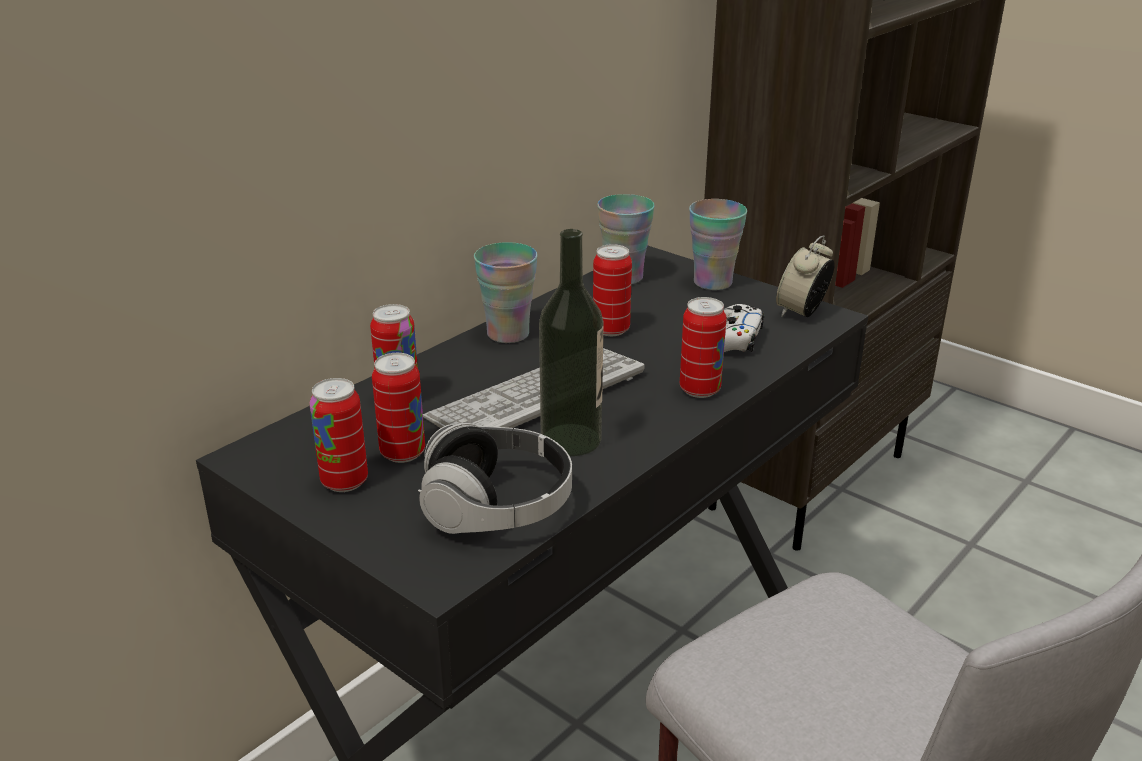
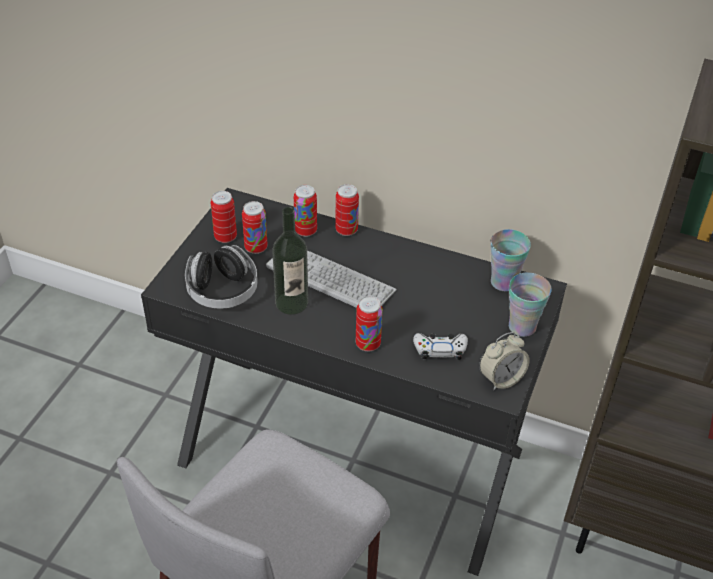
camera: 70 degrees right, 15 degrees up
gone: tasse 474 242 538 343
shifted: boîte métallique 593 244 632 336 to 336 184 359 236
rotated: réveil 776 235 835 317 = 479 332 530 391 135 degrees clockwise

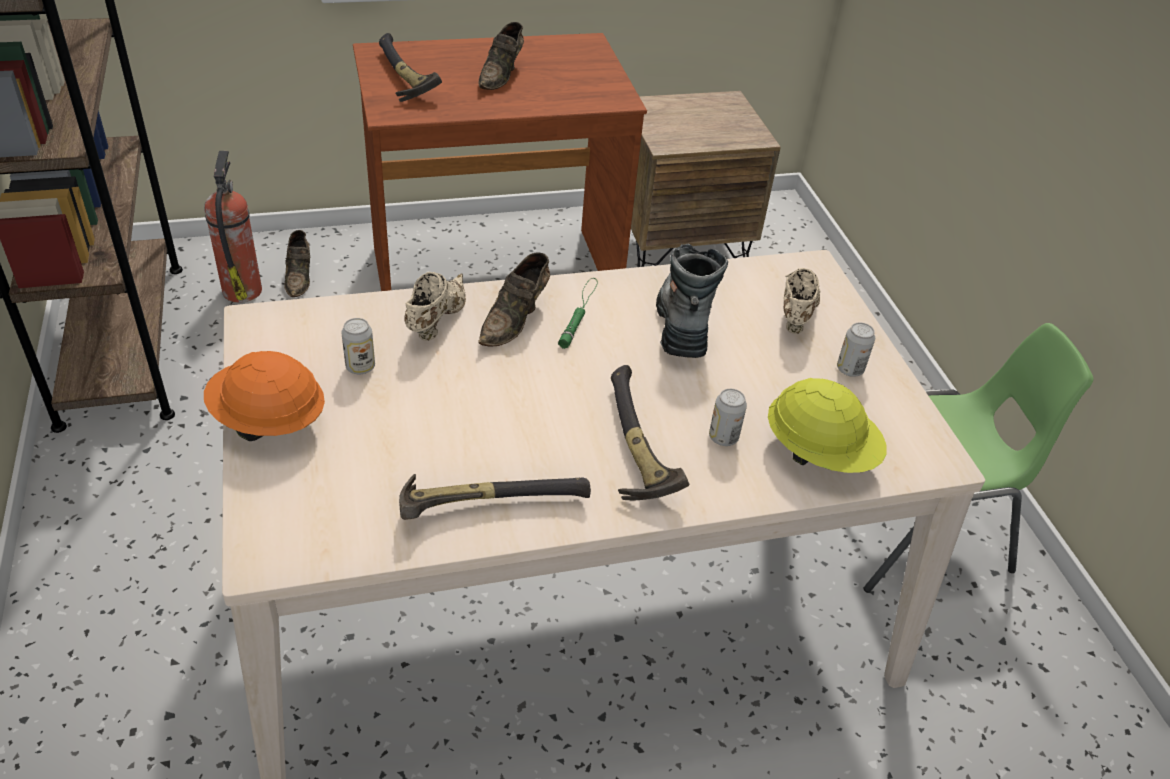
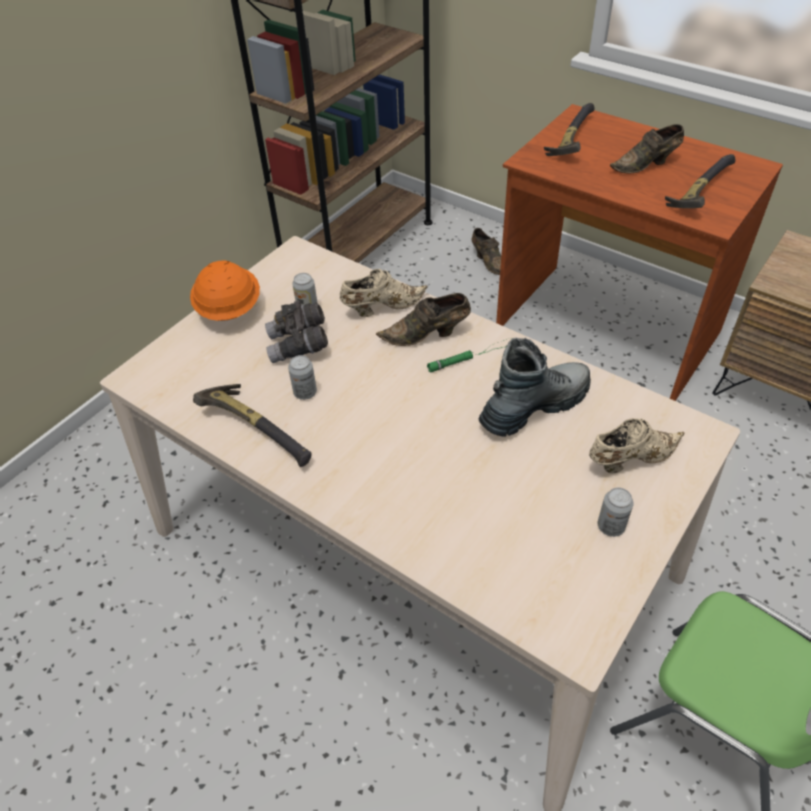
camera: 55 degrees right, 5 degrees up
gone: extincteur 204 151 262 303; casque de chantier/jaune 768 378 887 473
new: jumelles/gris 265 301 328 363
shifted: marteau 611 365 689 500 to 665 154 736 208; boîte métallique 709 389 747 446 to 288 355 317 400
rotated: chaussure/marron 284 230 311 297 = 471 228 501 275 75 degrees counterclockwise

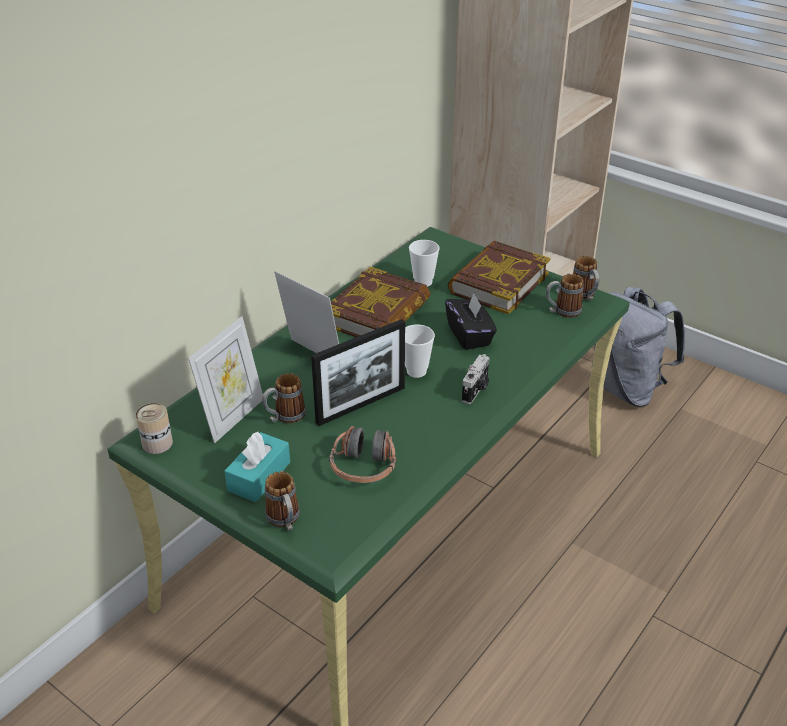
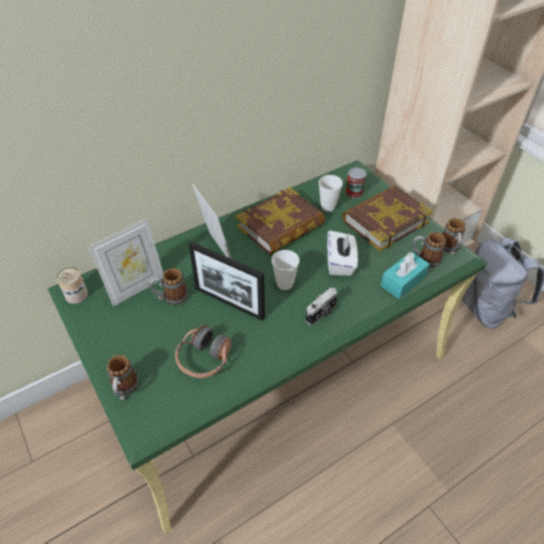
camera: 20 degrees right, 10 degrees up
new: boîte métallique 346 168 366 198
shifted: boîte à mouchoirs/turquoise 224 432 290 502 to 381 252 430 299
repainted: boîte à mouchoirs/noir 445 293 497 350 to boîte à mouchoirs/blanc 327 230 358 276
rotated: cadre photo 311 319 405 426 = 189 242 265 321 45 degrees clockwise

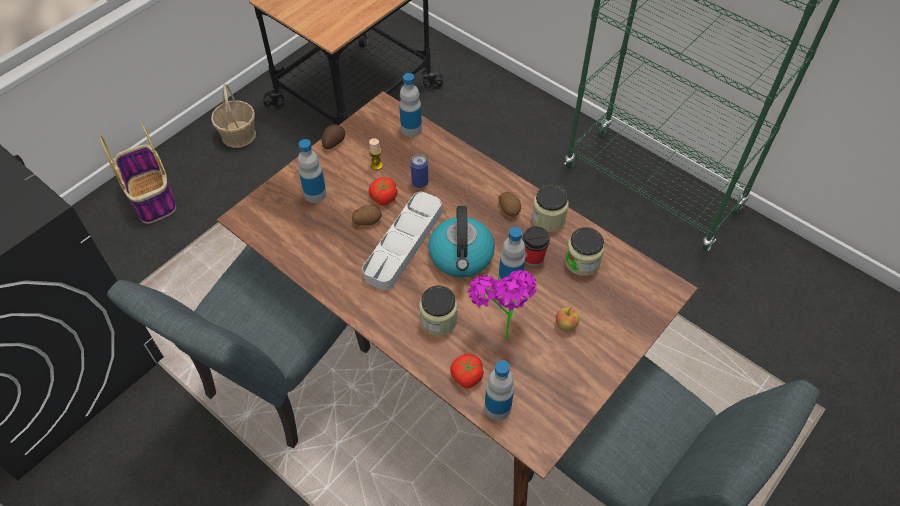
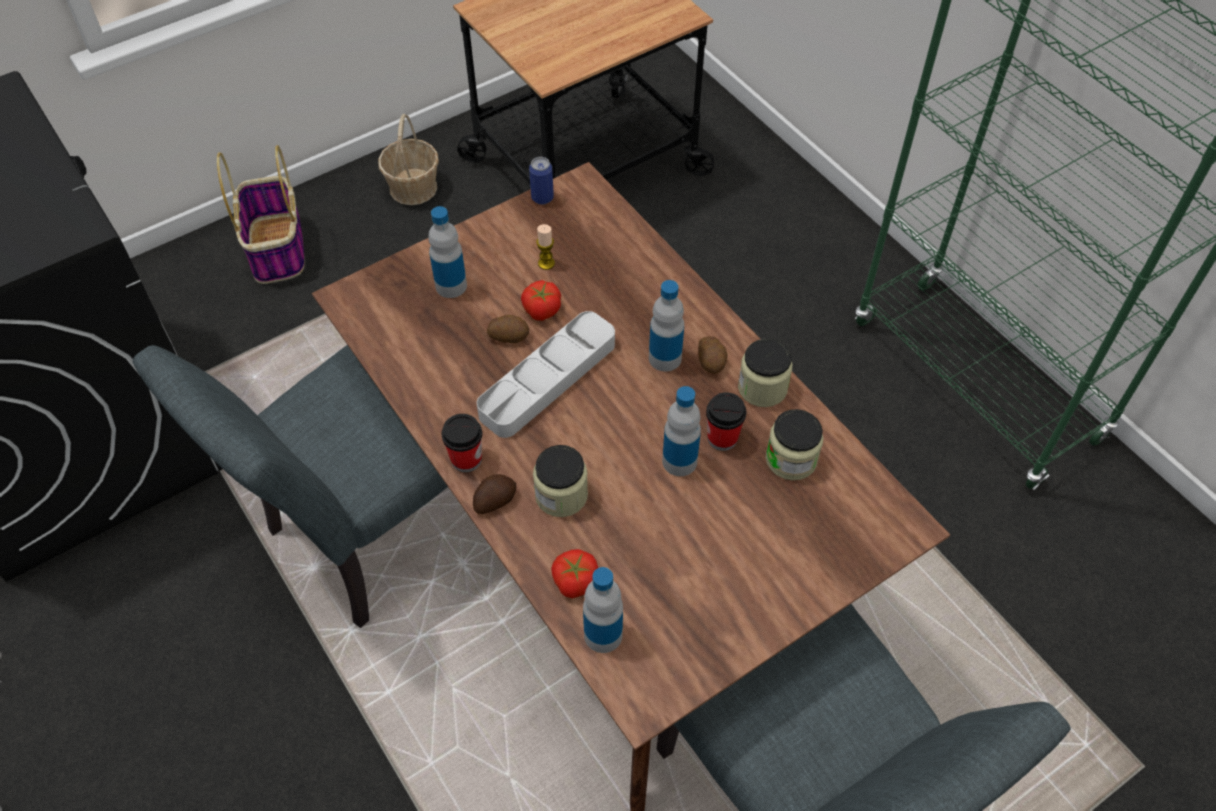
camera: 15 degrees right, 0 degrees up
gone: bouilloire 428 206 495 277; plante en pot 468 270 537 340; pomme 556 307 579 331
new: tasse 441 414 482 472
shifted: pomme de terre 322 124 345 149 to 473 474 516 514; bouteille 399 73 422 137 to 649 280 684 372; boîte métallique 411 154 428 188 to 529 157 554 205

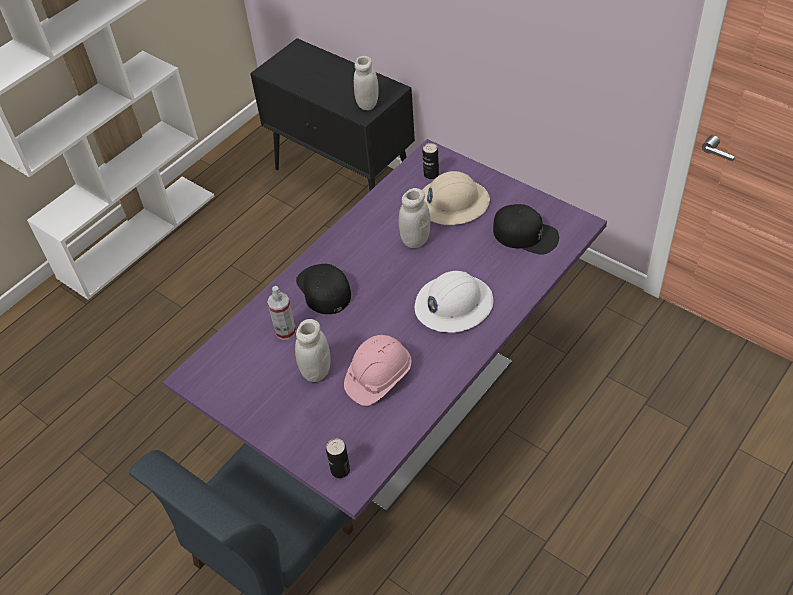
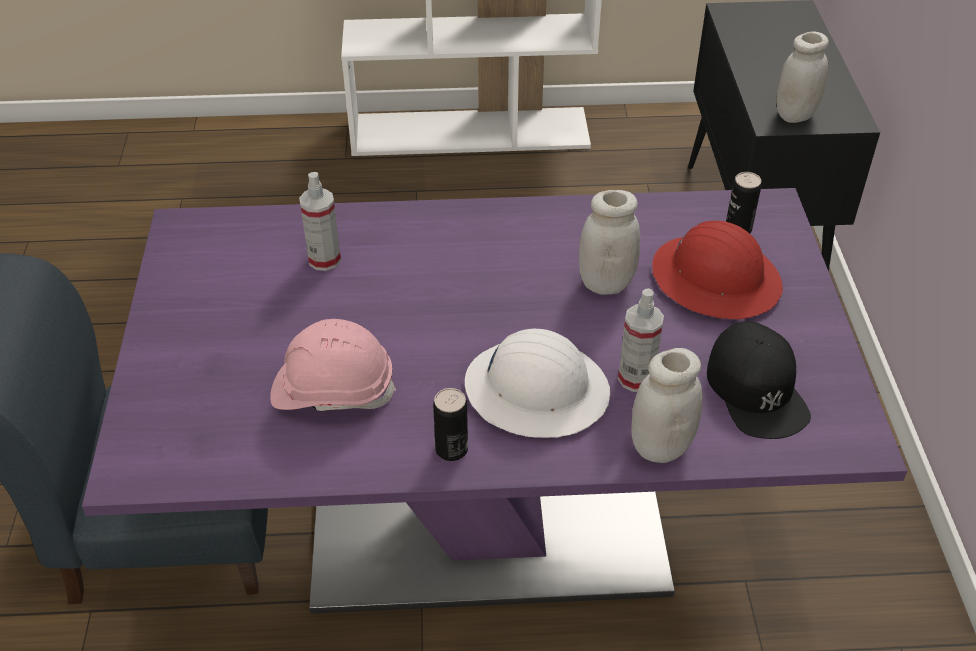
camera: 45 degrees right, 5 degrees down
gone: casquette/noir 296 264 351 314
new: vaporisateur 618 288 664 392
shifted: bocal/blanc 295 319 330 382 to 631 348 703 463; boîte métallique 326 439 350 478 to 433 388 468 461
repainted: casque de chantier/beige 423 171 490 225 to casque de chantier/rouge 652 221 783 319

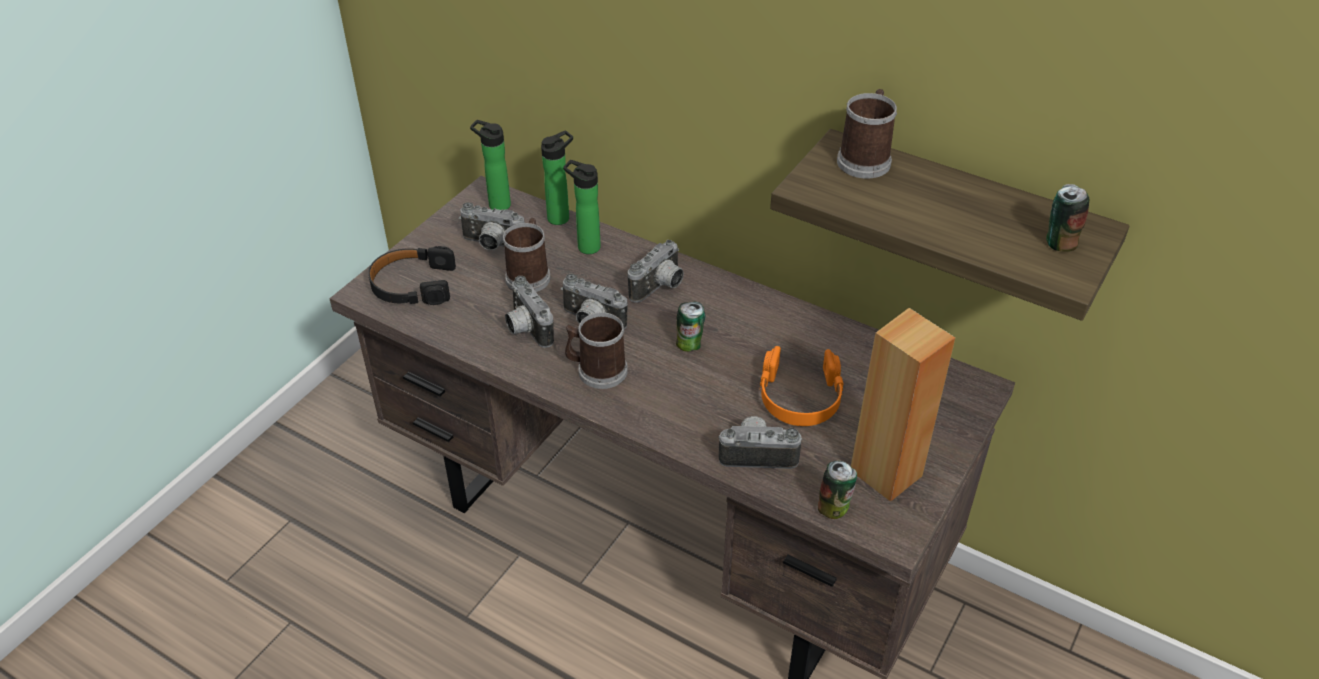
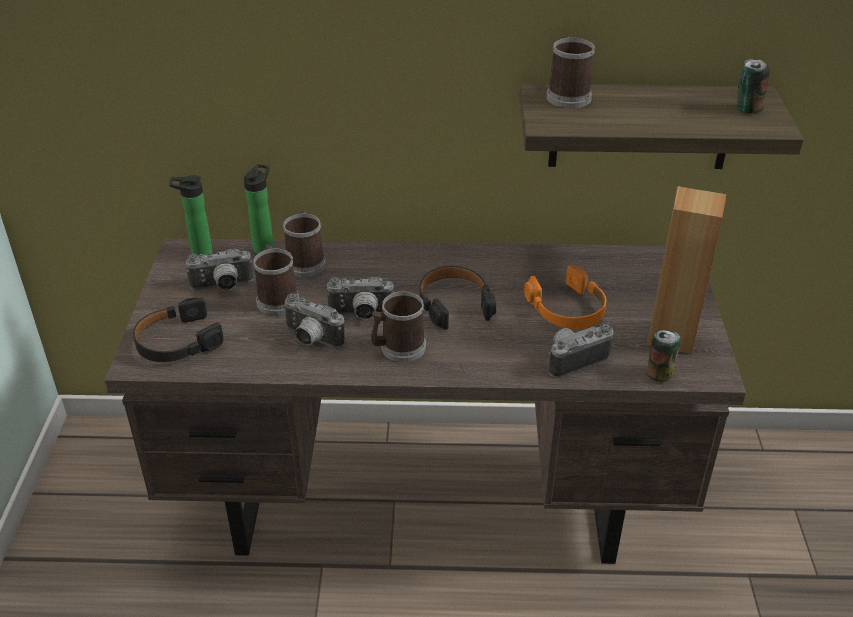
camera: 30 degrees left, 5 degrees down
gone: appareil photo 628 240 684 303
swapped: bouteille 563 160 601 254 to mug 283 209 326 277; boîte métallique 676 302 706 352 to casque audio/noir 419 266 496 330

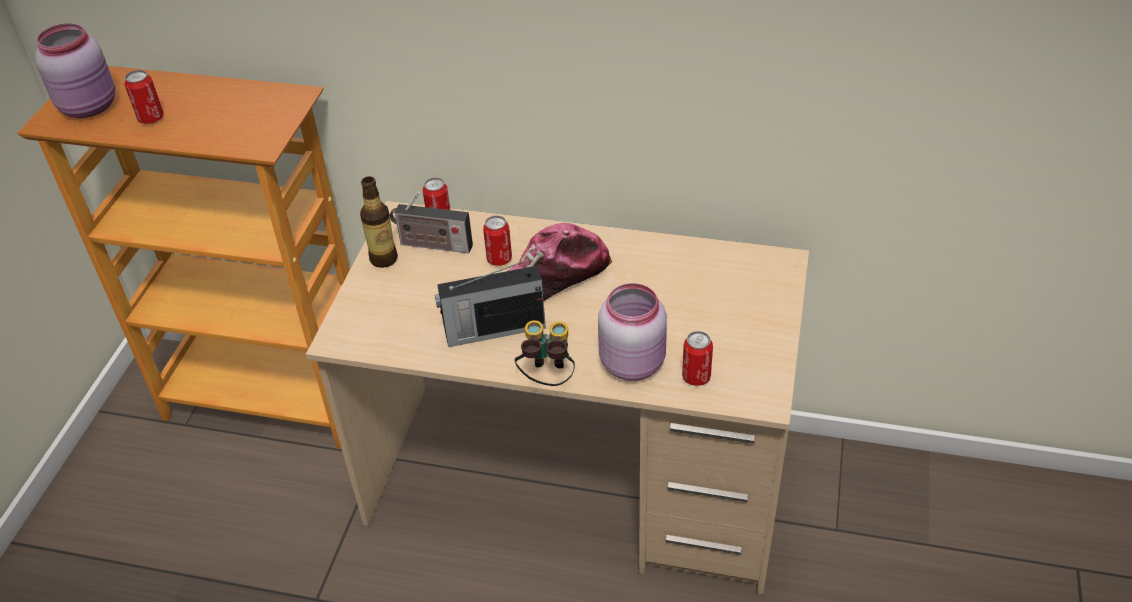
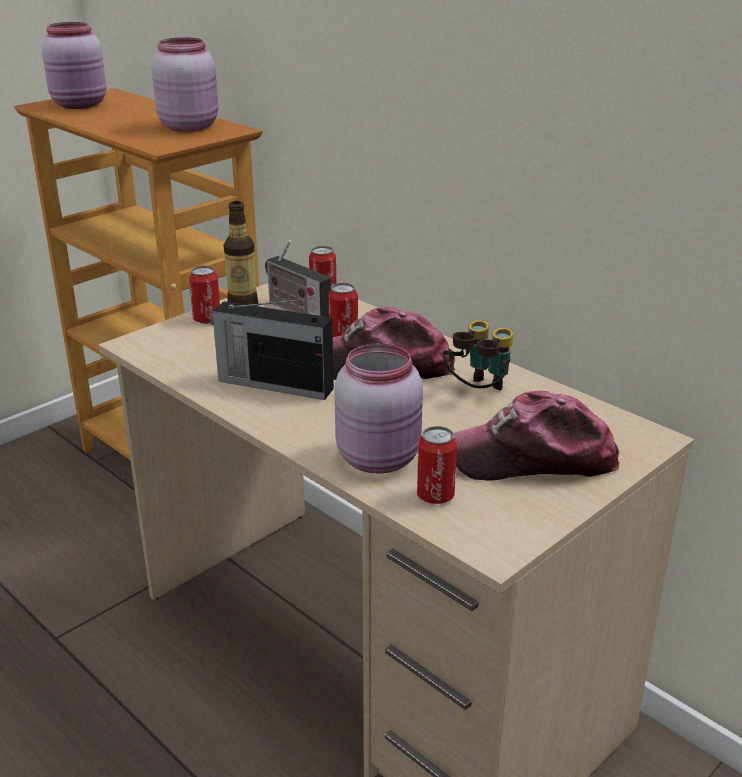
camera: 30 degrees right, 15 degrees down
new: bocal/rose 151 38 218 132; casquette 454 390 619 481
shifted: boîte métallique 124 70 164 124 to 189 266 220 324; jumelles 515 320 575 386 to 443 320 514 390

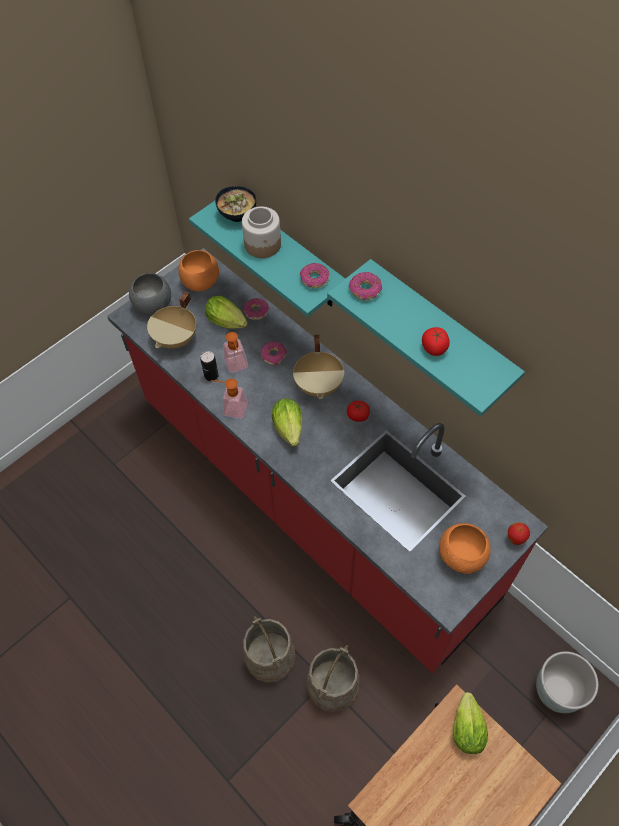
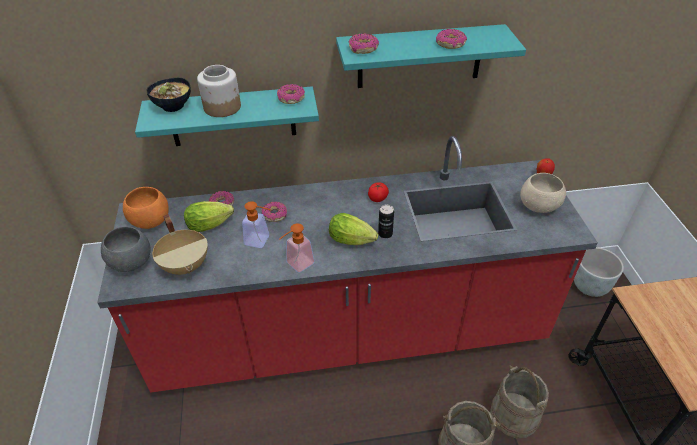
camera: 55 degrees left, 15 degrees down
gone: marmite/beige 293 335 344 399; laitue 453 692 488 754
shifted: boîte métallique 200 351 219 381 to 378 205 394 238
swapped: tomate 422 327 450 356 to beignet 436 29 467 49
repainted: bol/orange 439 523 491 574 to bol/beige 520 173 566 213

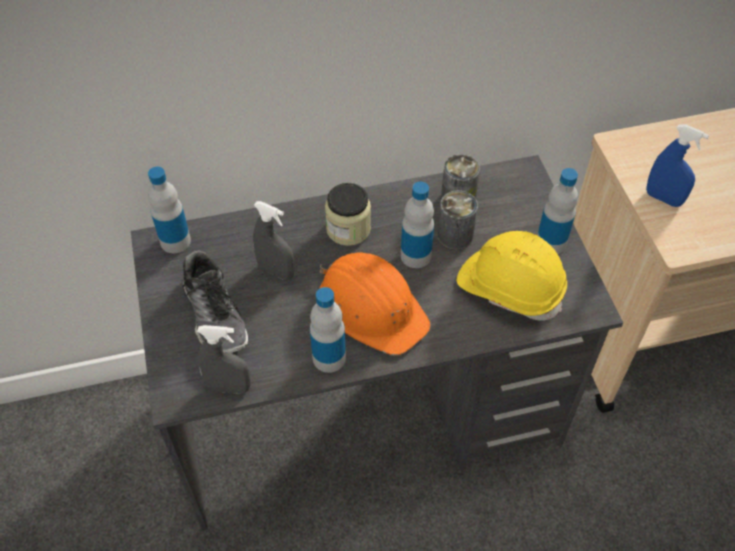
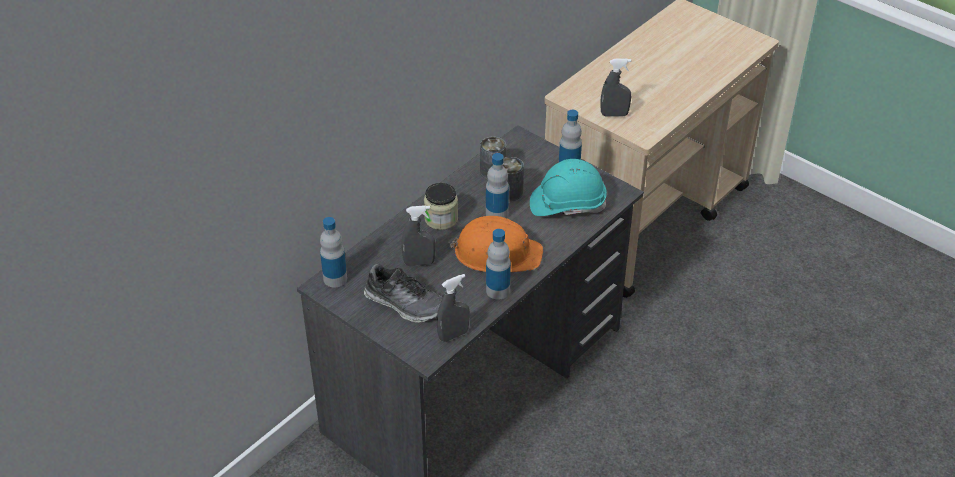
camera: 35 degrees left, 10 degrees down
repainted: casque de chantier/jaune 457 231 567 321 to casque de chantier/turquoise 530 159 607 216; vaporisateur/bleu 646 124 709 207 to vaporisateur/gris 600 59 631 117

